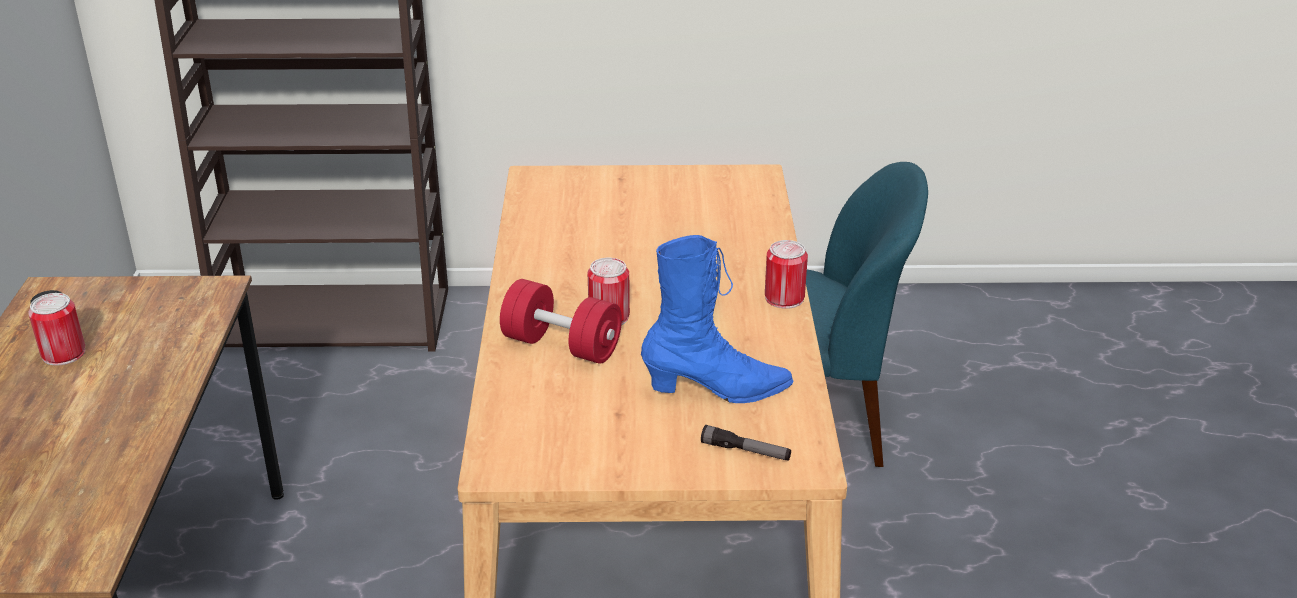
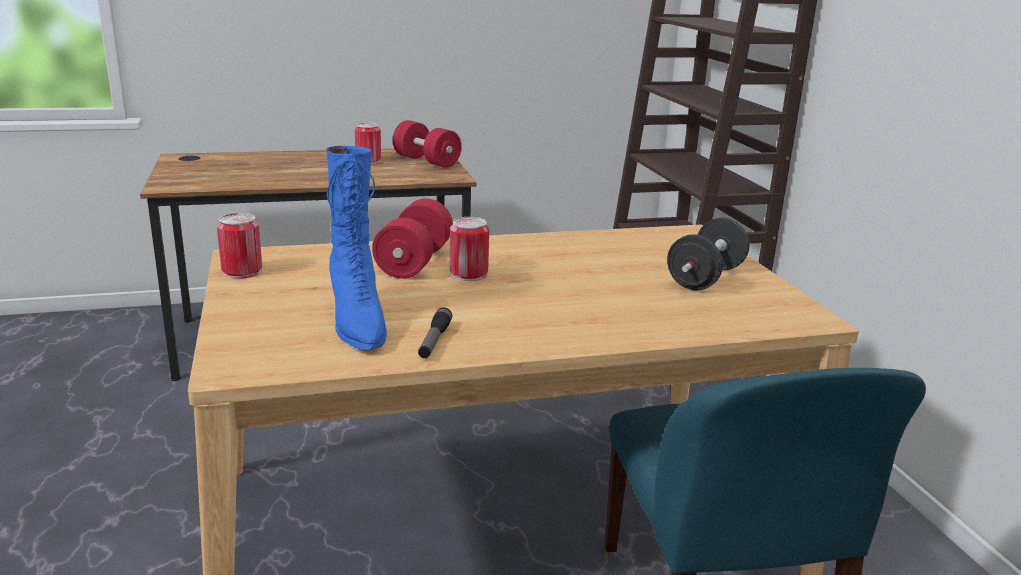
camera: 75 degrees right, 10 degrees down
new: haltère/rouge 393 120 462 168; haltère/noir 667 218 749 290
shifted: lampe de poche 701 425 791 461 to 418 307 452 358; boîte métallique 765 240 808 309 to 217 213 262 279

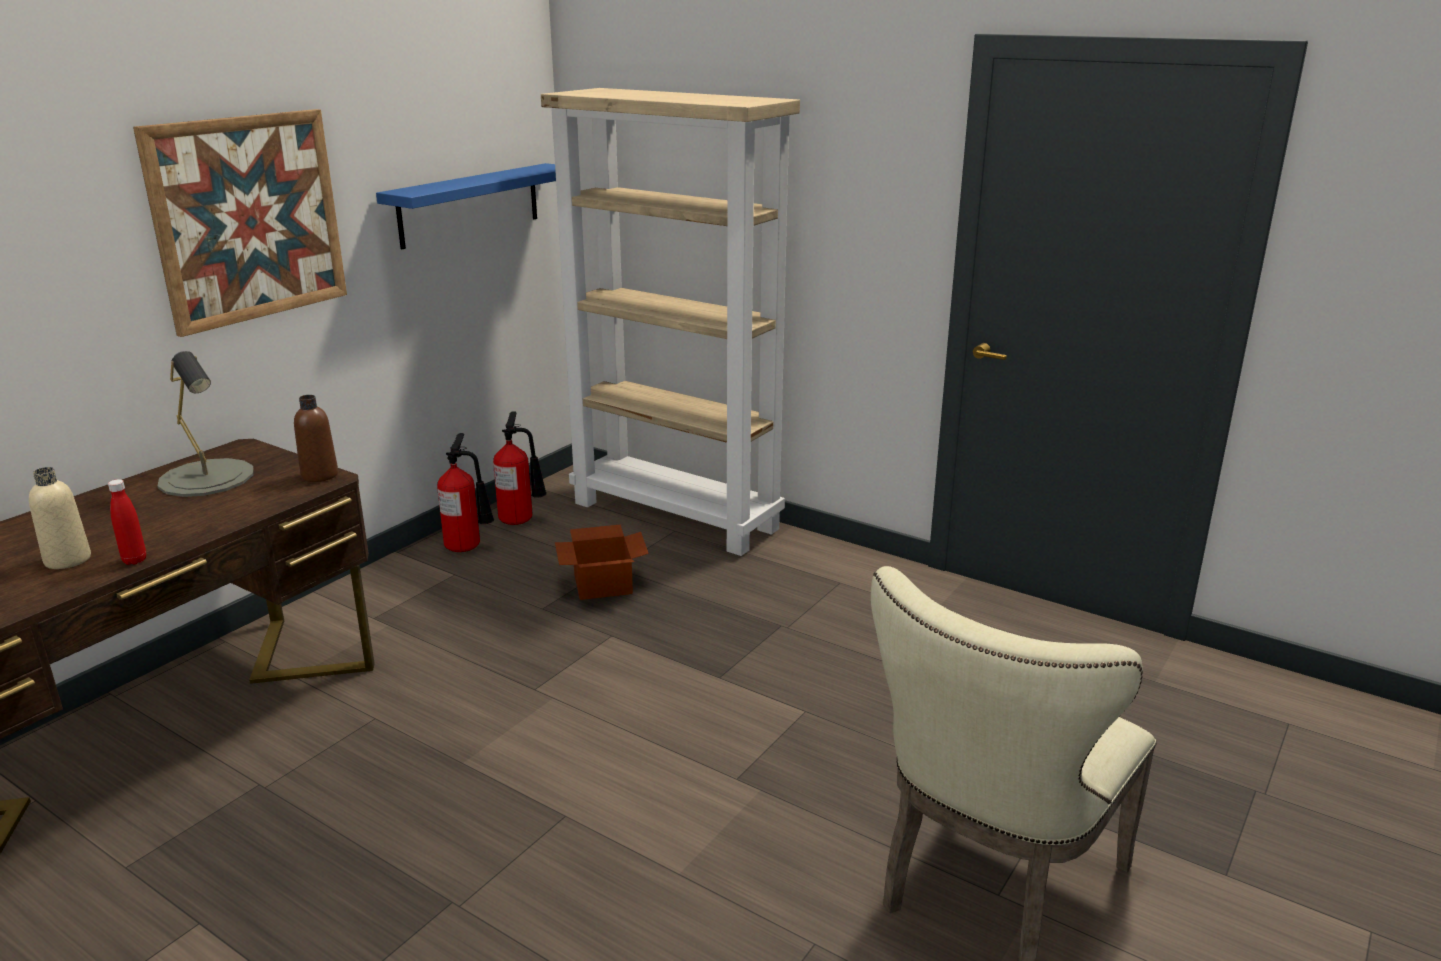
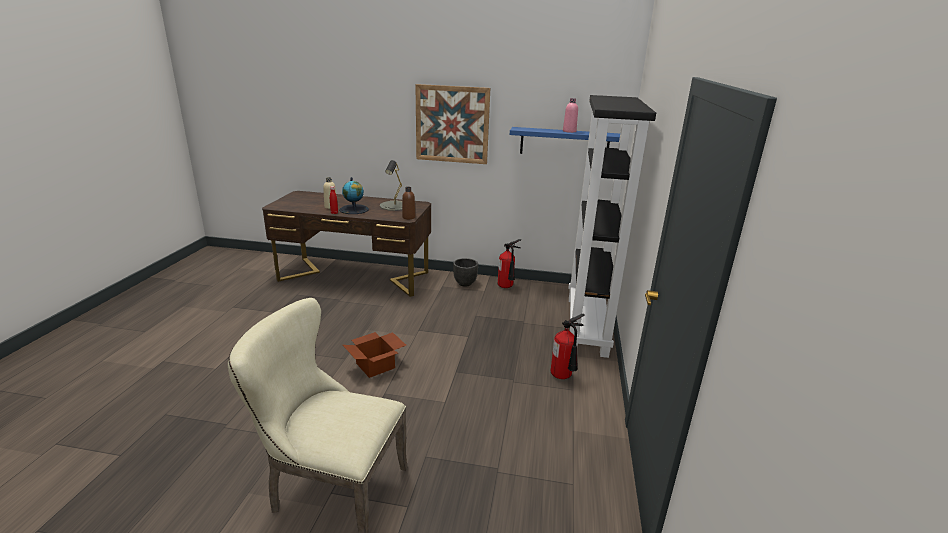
camera: 65 degrees right, 0 degrees up
new: globe 339 177 369 214; cache-pot/noir 453 258 478 287; bouteille/rose 563 98 578 133
shifted: extincteur 493 411 547 525 to 551 314 585 379; carton 555 524 649 600 to 343 332 406 378
repainted: bibliothèque/beige 541 88 800 556 to bibliothèque/noir 568 95 656 358

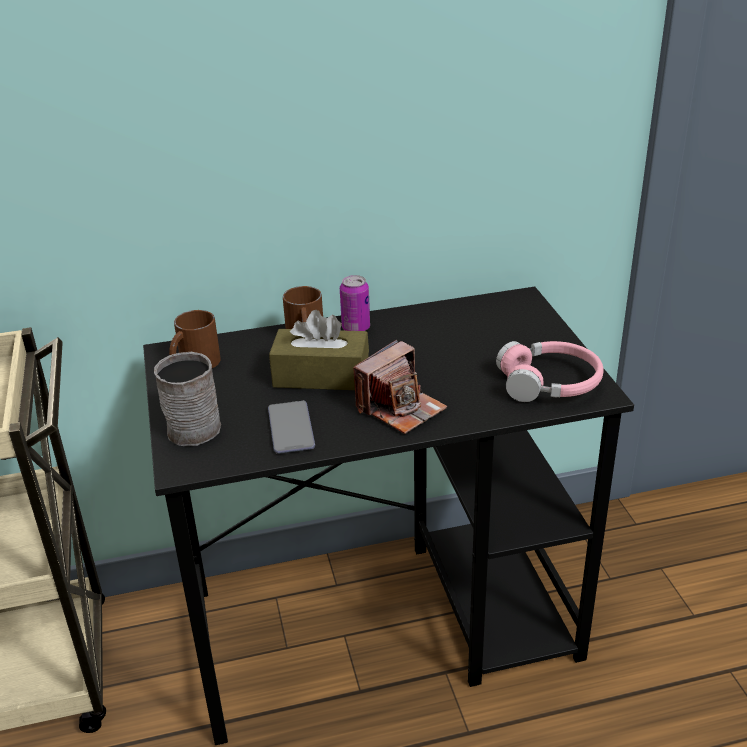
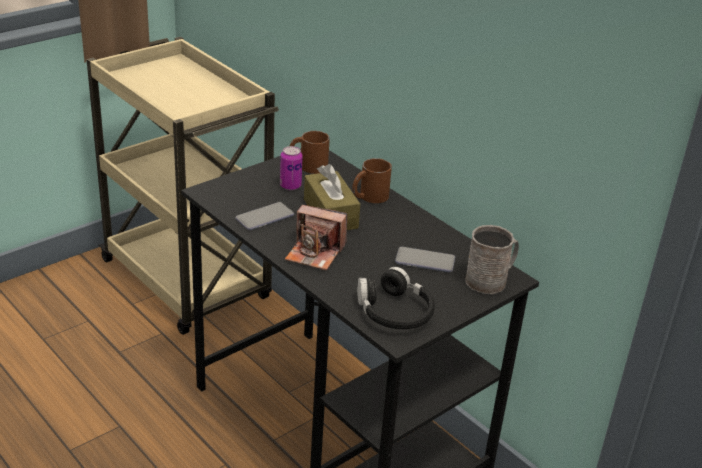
camera: 60 degrees right, 0 degrees up
new: téléphone 395 247 455 272
shifted: mug/gris 154 352 221 446 to 465 225 519 294; boîte métallique 340 275 370 331 to 280 146 303 190
repainted: casque audio/rose 496 341 604 402 to casque audio/noir 357 267 435 329

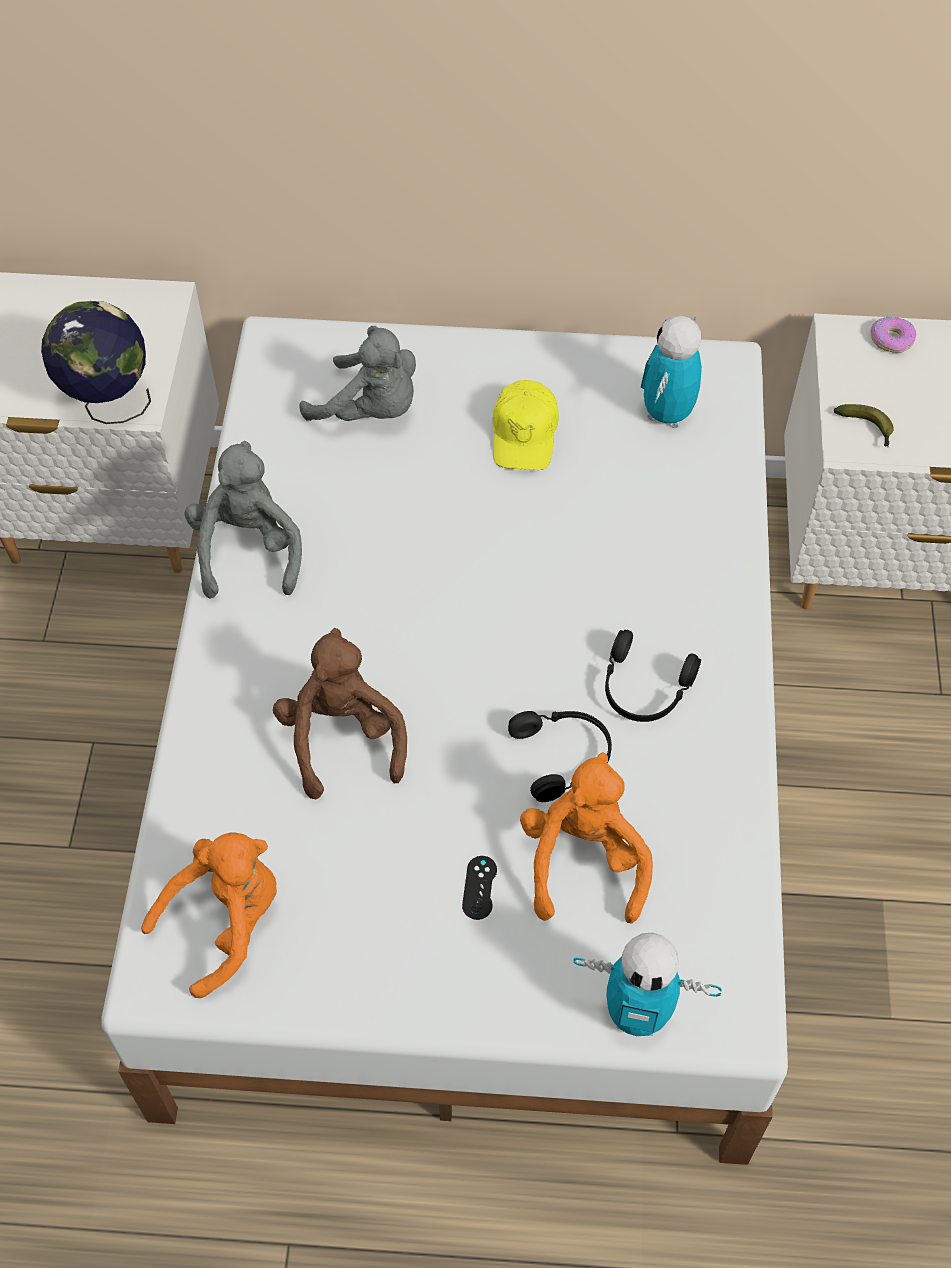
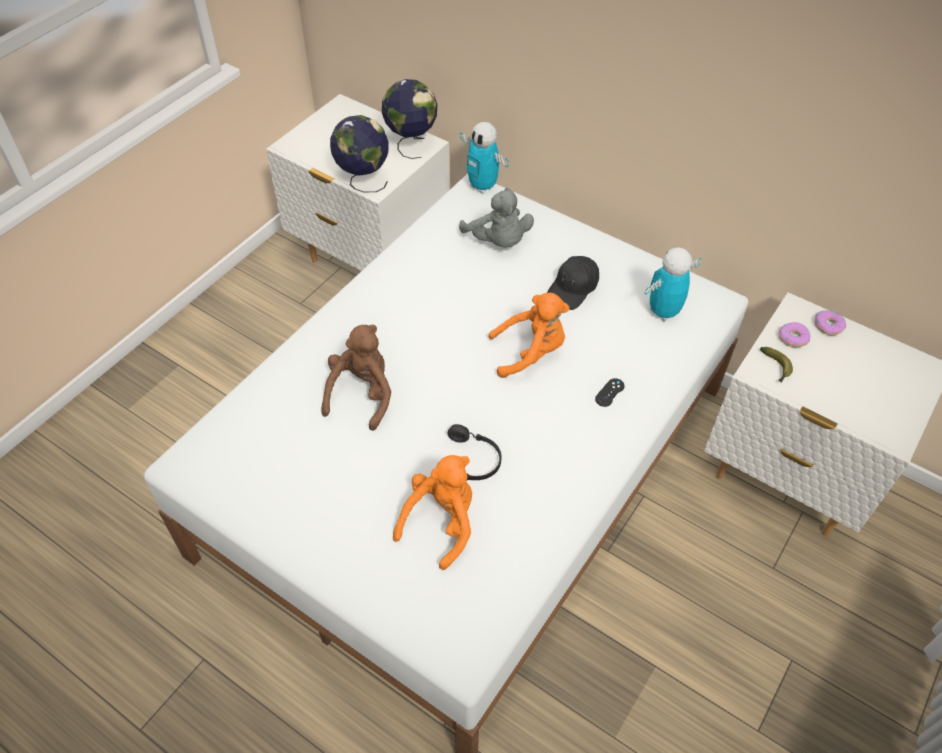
camera: 30 degrees right, 5 degrees down
gone: peluche/gris 184 441 302 598; casque audio/noir 605 630 701 722
new: globe 382 79 437 159; beignet 778 322 811 347
shifted: peluche/orange 141 832 277 998 to 488 293 569 378; manette/noir 462 856 497 920 to 595 378 625 407; robot jouet 573 933 722 1036 to 460 122 509 194
repainted: casquette/jaune 492 380 559 470 to casquette/noir 547 256 599 310

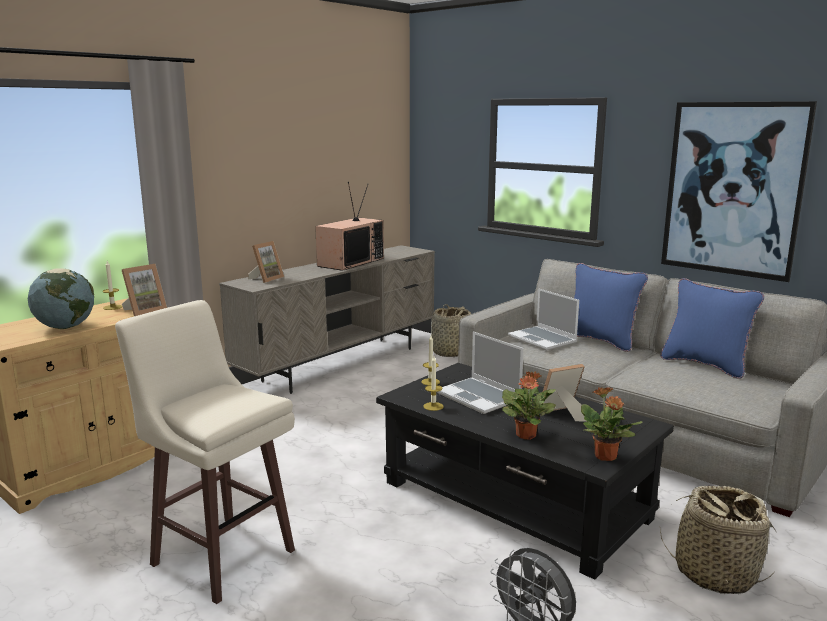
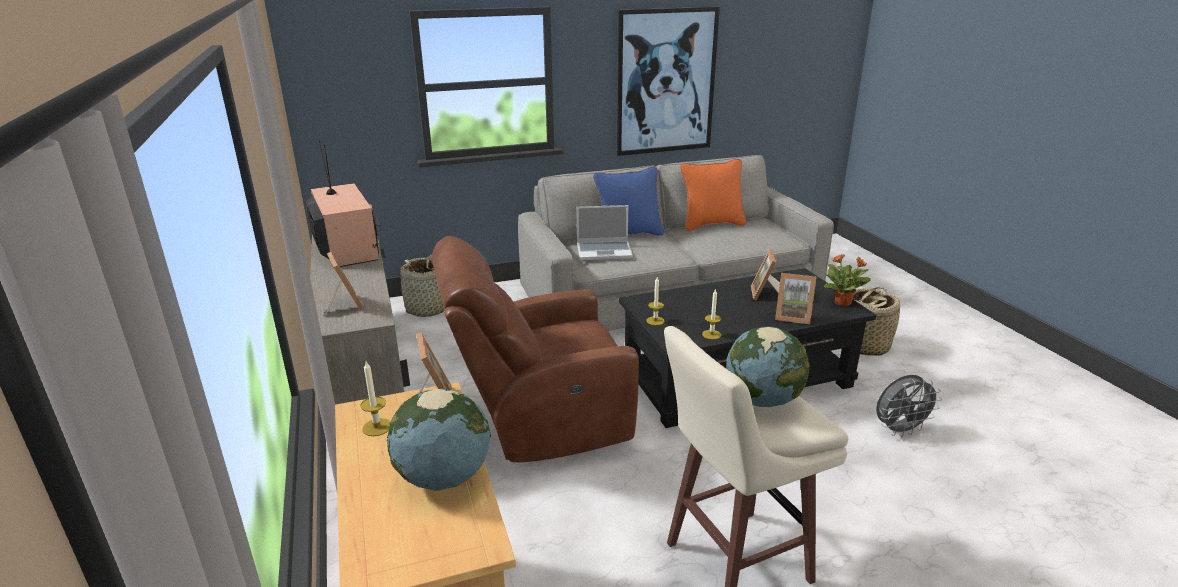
camera: 60 degrees left, 10 degrees up
gone: ordinateur portable 437 332 524 414
new: fauteuil/marron 430 236 639 462; globe 726 326 810 407
swapped: plante en pot 502 372 556 440 to cadre photo 775 273 816 324
repainted: coussin/bleu 660 278 764 379 to coussin/orange 680 159 746 231

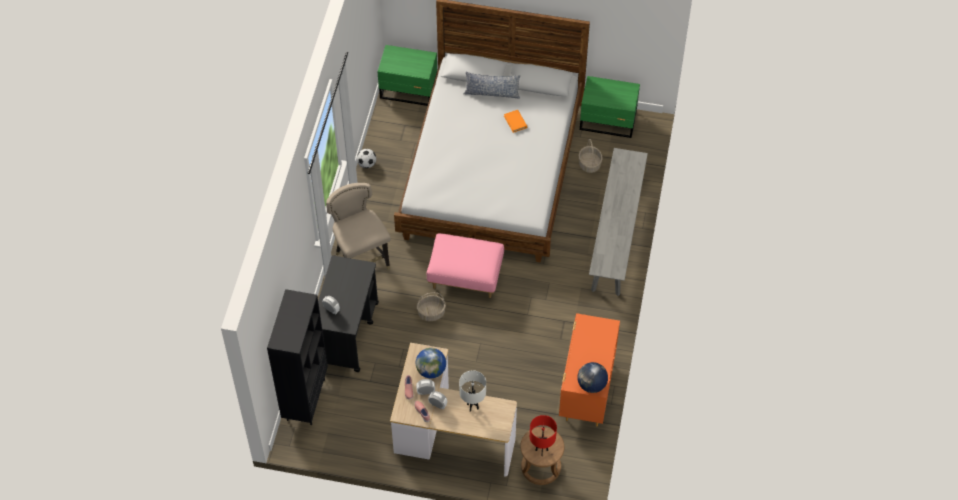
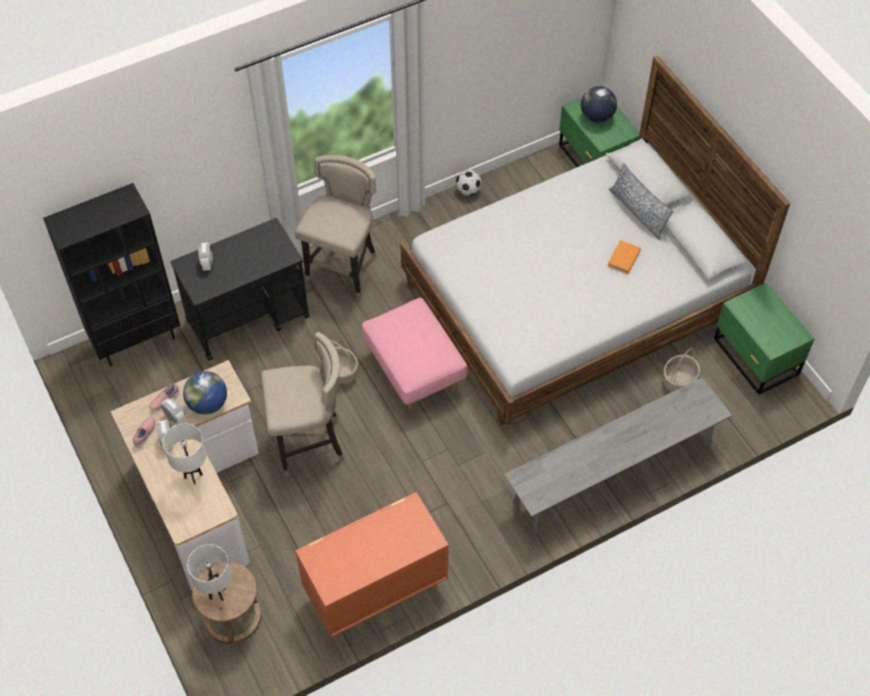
camera: 50 degrees right, 0 degrees up
new: tabouret/beige 261 332 344 476
shifted: globe 577 362 608 393 to 581 86 617 123
repainted: lampe de table/rouge 530 415 557 455 to lampe de table/blanc 187 544 231 601

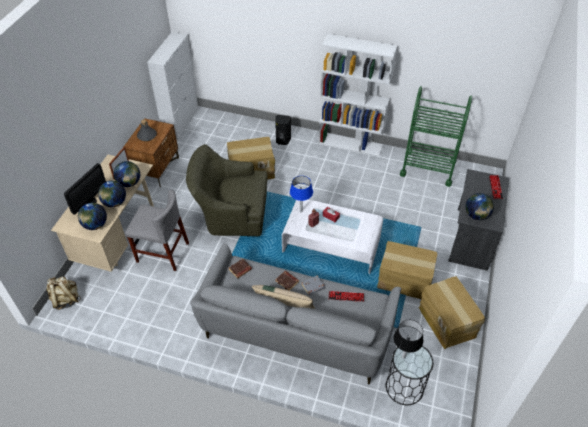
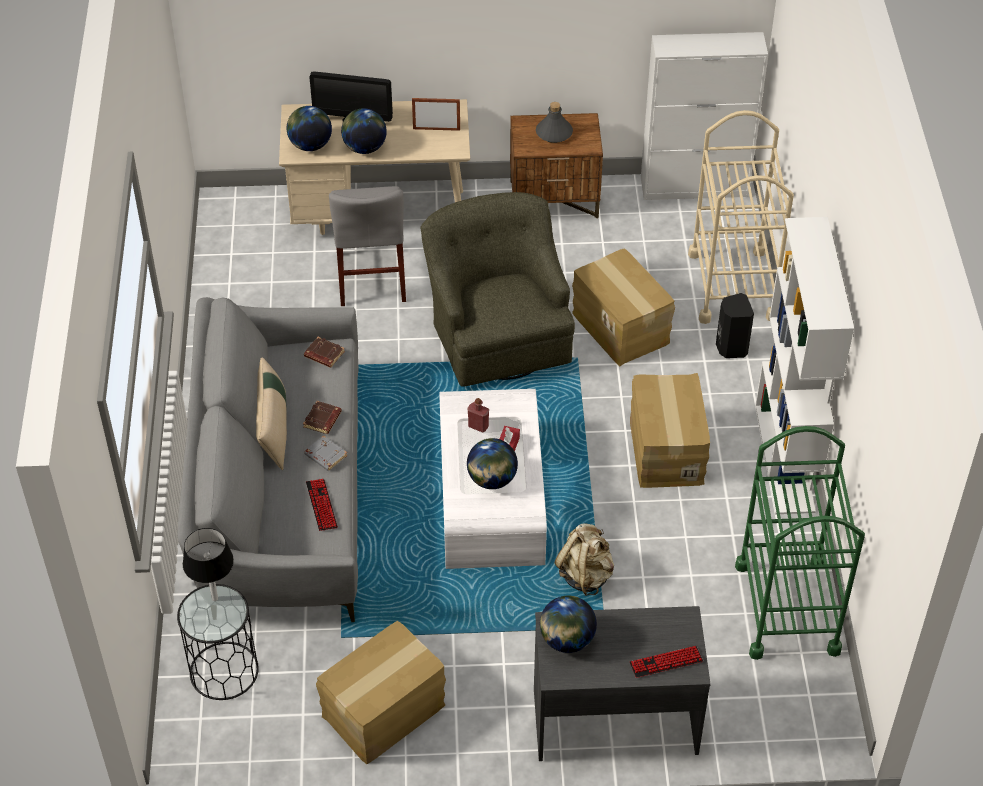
camera: 70 degrees right, 0 degrees up
gone: lampe de table/bleu 290 176 313 212
new: chariot/beige 688 110 794 324
shifted: sac à dos/beige 47 276 81 310 to 555 523 614 596; globe 114 161 140 187 to 467 438 518 489; carton 377 241 437 299 to 630 373 710 488

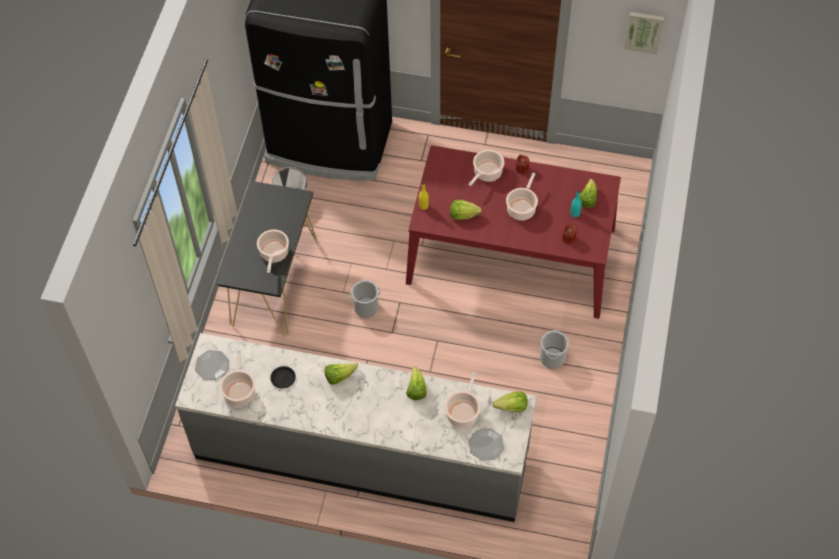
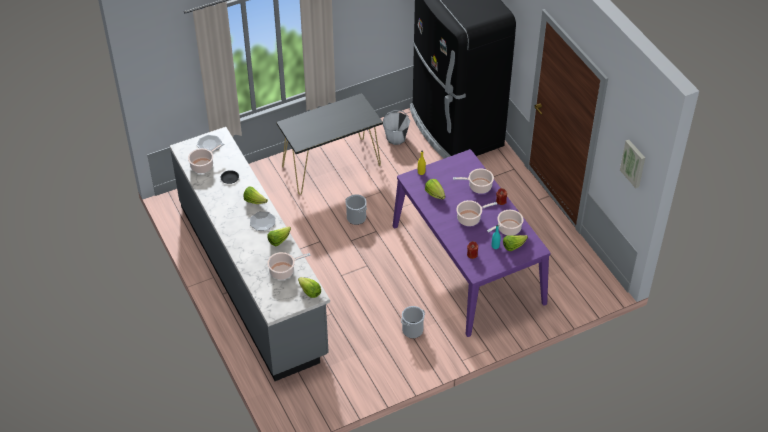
camera: 50 degrees right, 10 degrees down
shifted: marmite 257 229 289 273 to 487 210 524 236; assiette 468 428 504 461 to 250 212 275 231
repainted: table à manger/rouge 406 145 621 319 to table à manger/violet 393 149 550 337

